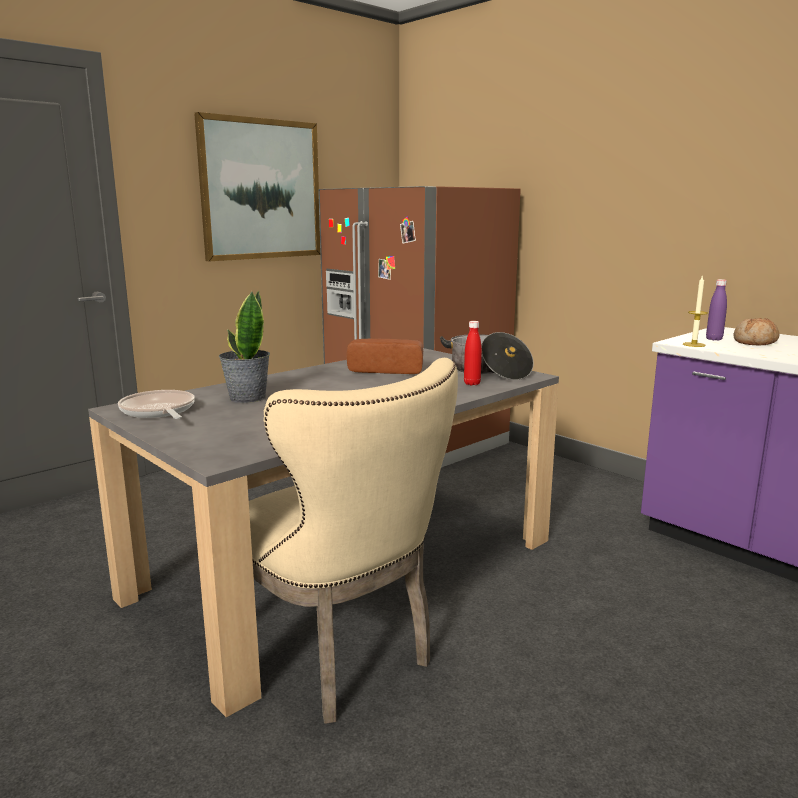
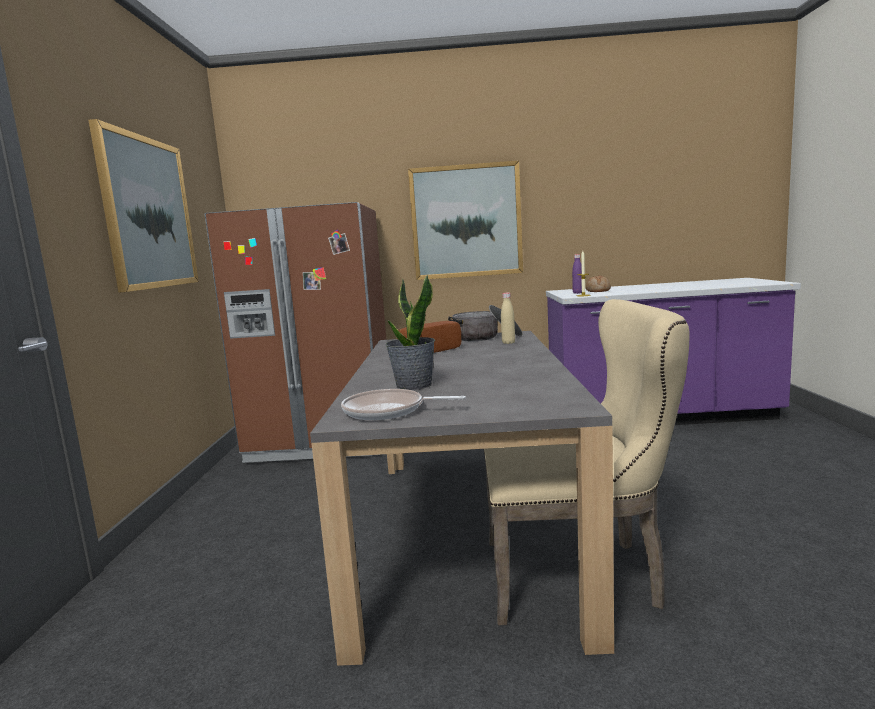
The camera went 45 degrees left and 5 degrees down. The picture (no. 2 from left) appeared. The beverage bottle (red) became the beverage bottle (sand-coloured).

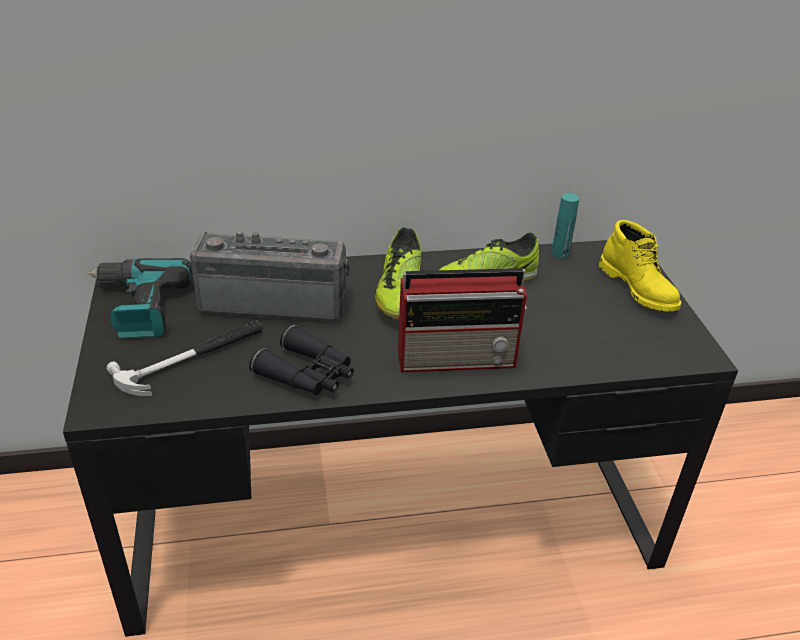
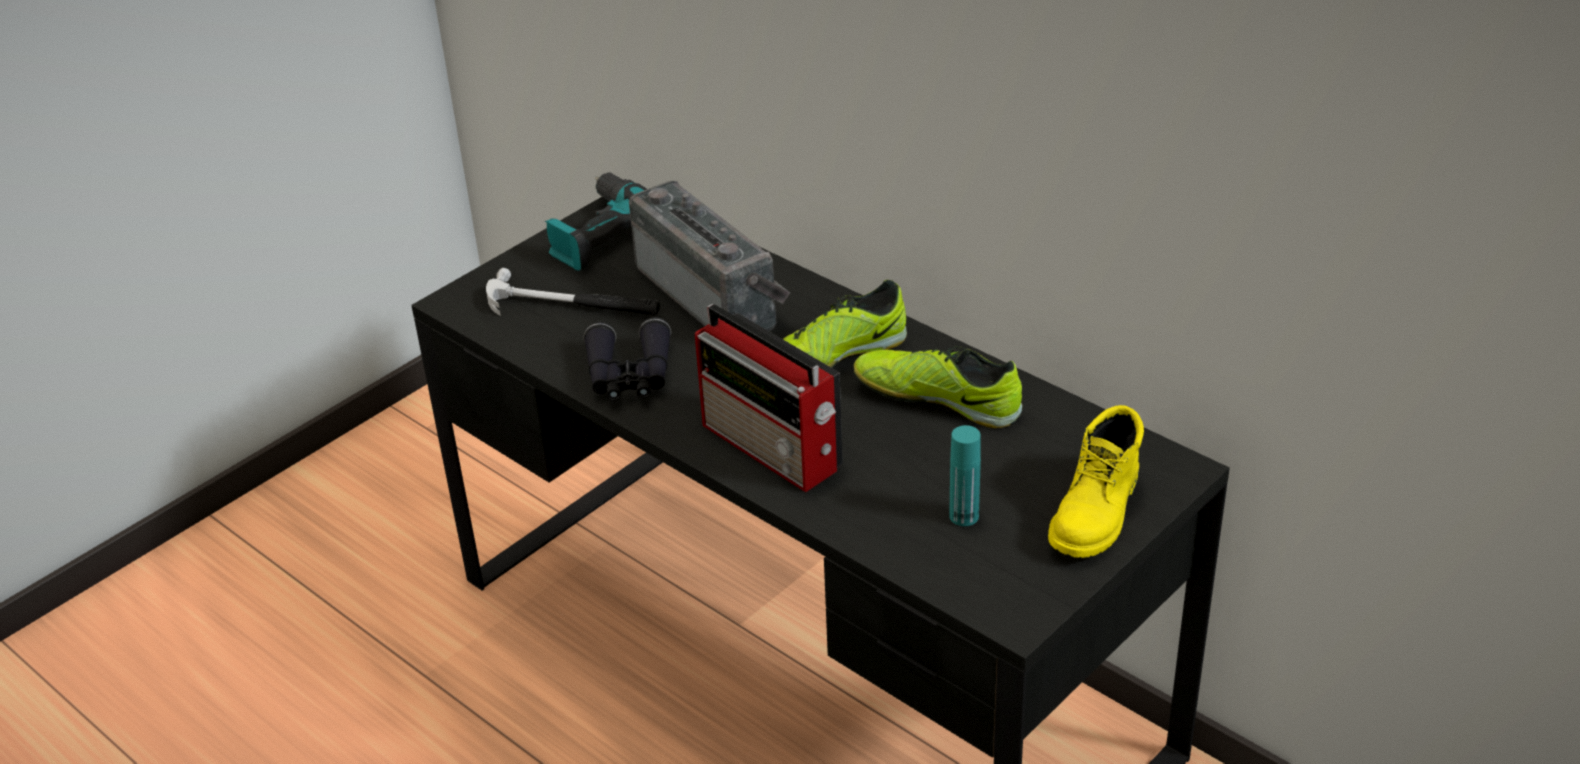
The camera went 55 degrees right and 0 degrees up. The beverage bottle (turquoise) moved.

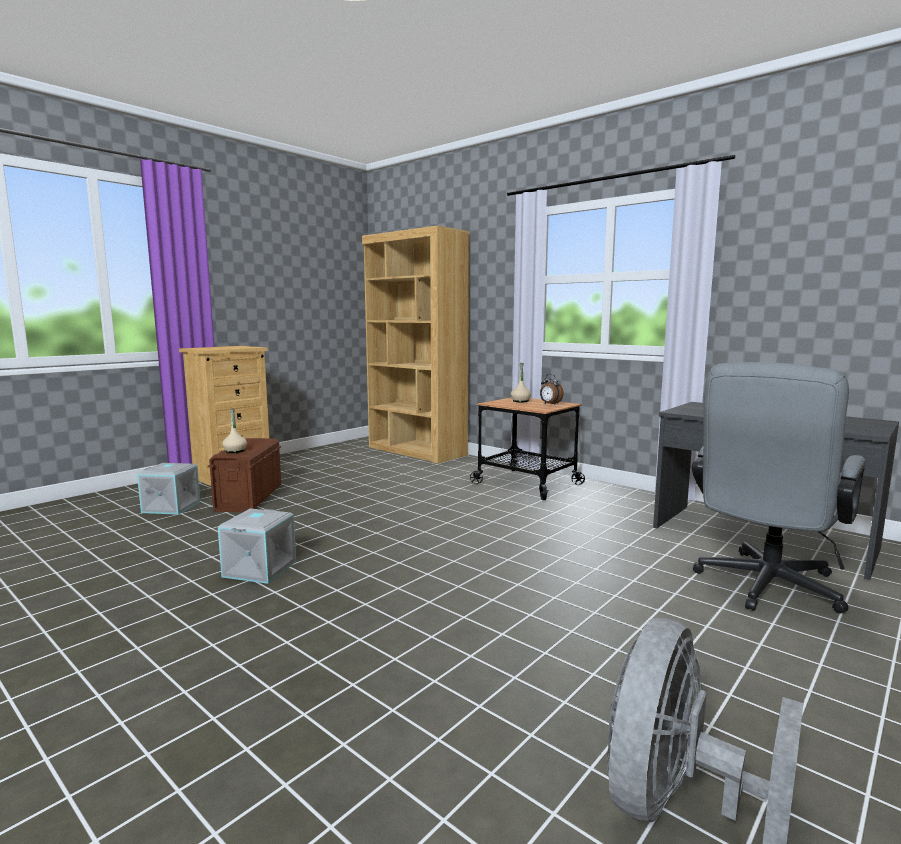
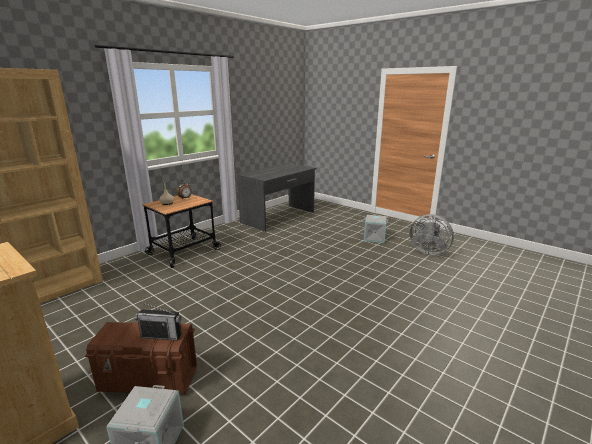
The camera went 90 degrees left and 10 degrees up. The computer chair (greyish) disappeared. The storage bin (greyish) (no. 2 from left) moved. The beverage bottle (sand-coloured) (no. 1 from left) was replaced by the radio.

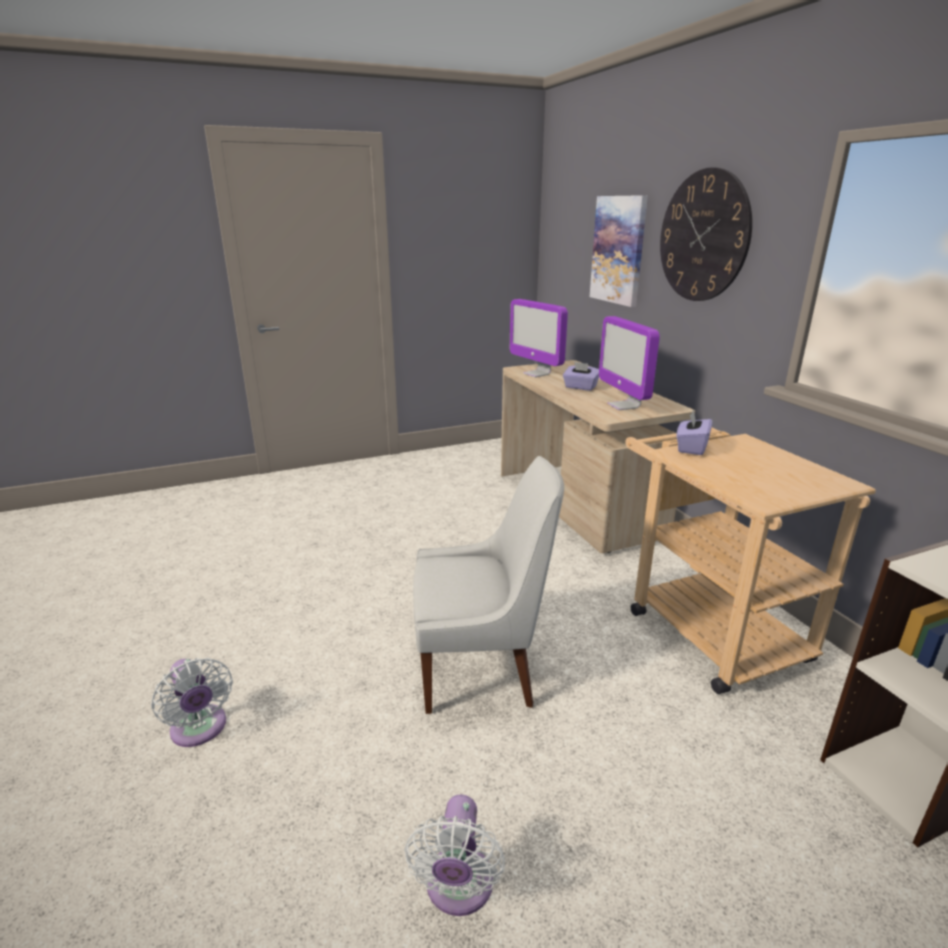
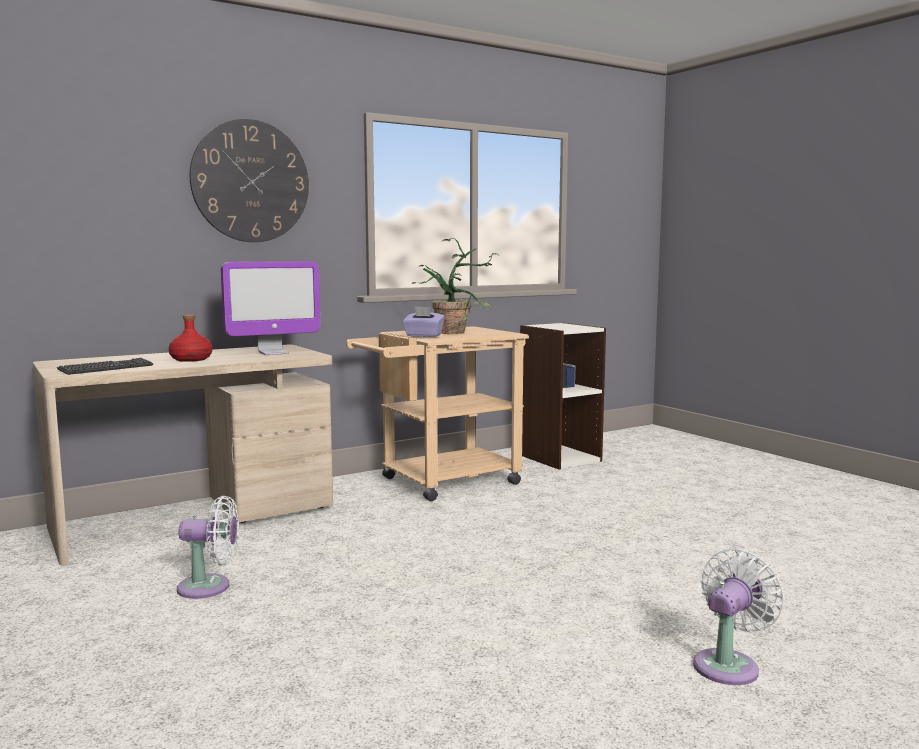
The camera went 100 degrees left and 15 degrees down. The upright chair (white-coloured) disappeared. The picture disappeared. The houseplant appeared. The fan (white-coloured) (no. 2 from left in the first image) moved. The computer display (no. 1 from left) was replaced by the keyboard. The box of tissues (purple) (no. 1 from left) was replaced by the beverage bottle (red).

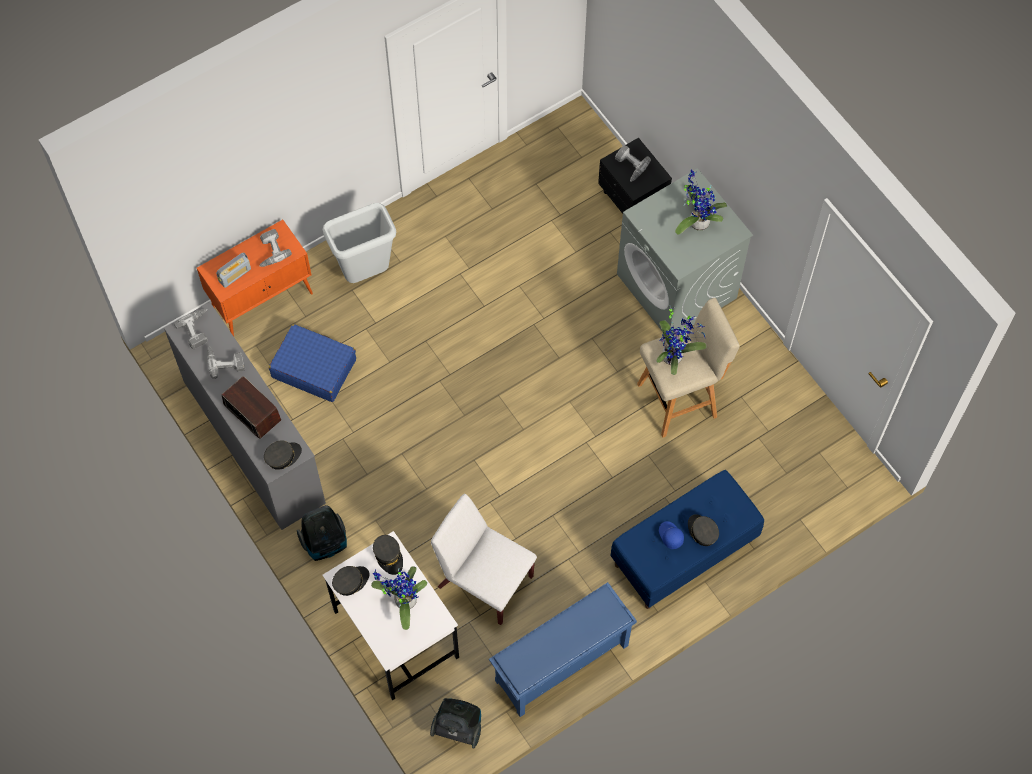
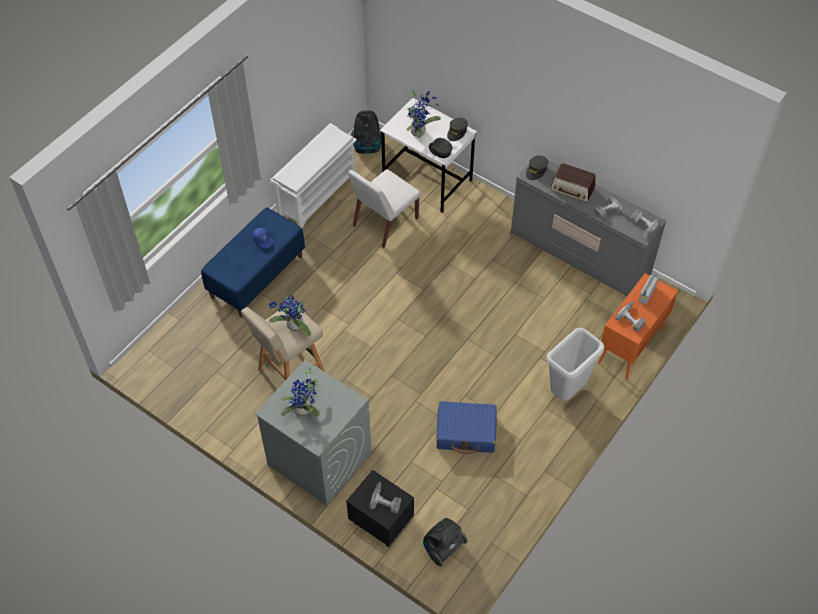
The camera went 160 degrees right and 10 degrees down. The baseball cap (greyish) (no. 4 from left) disappeared. The travel case (blue) moved. The vacuum cleaner (no. 1 from left in the first image) moved. The shoe shelf (blue) became the shoe shelf (white-coloured). The upright chair (white-coloured) turned 120 degrees clockwise.

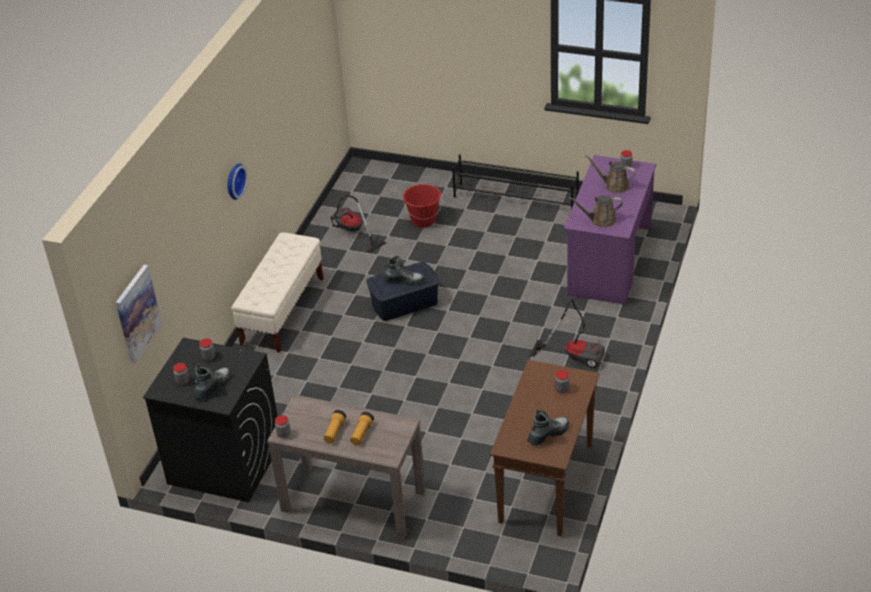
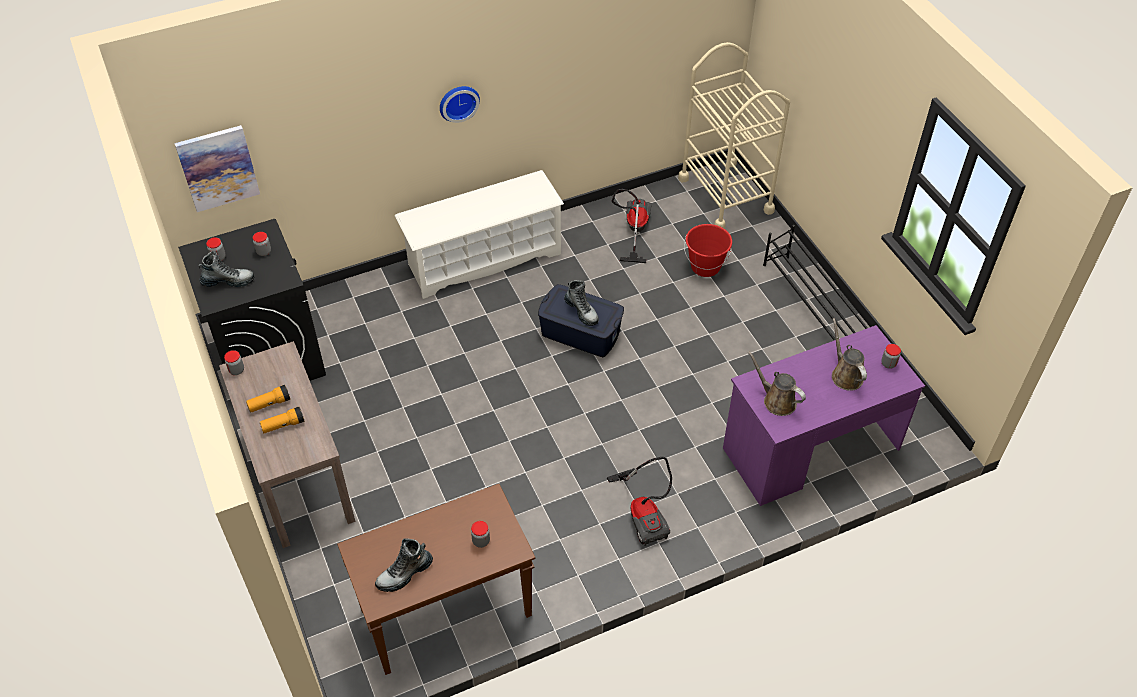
The camera went 45 degrees right and 10 degrees up. The wheeled cart (sand-coloured) appeared. The indoor bench (sand-coloured) was replaced by the shoe shelf (white-coloured). The boot (no. 3 from left in the first image) turned 135 degrees clockwise.

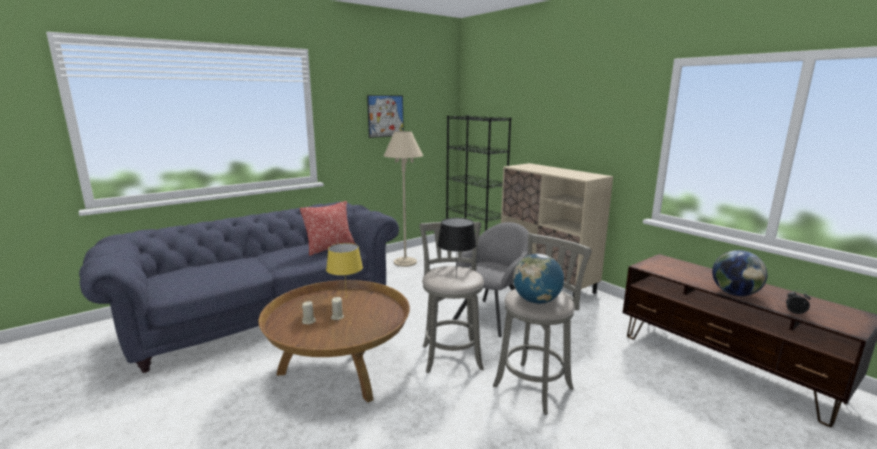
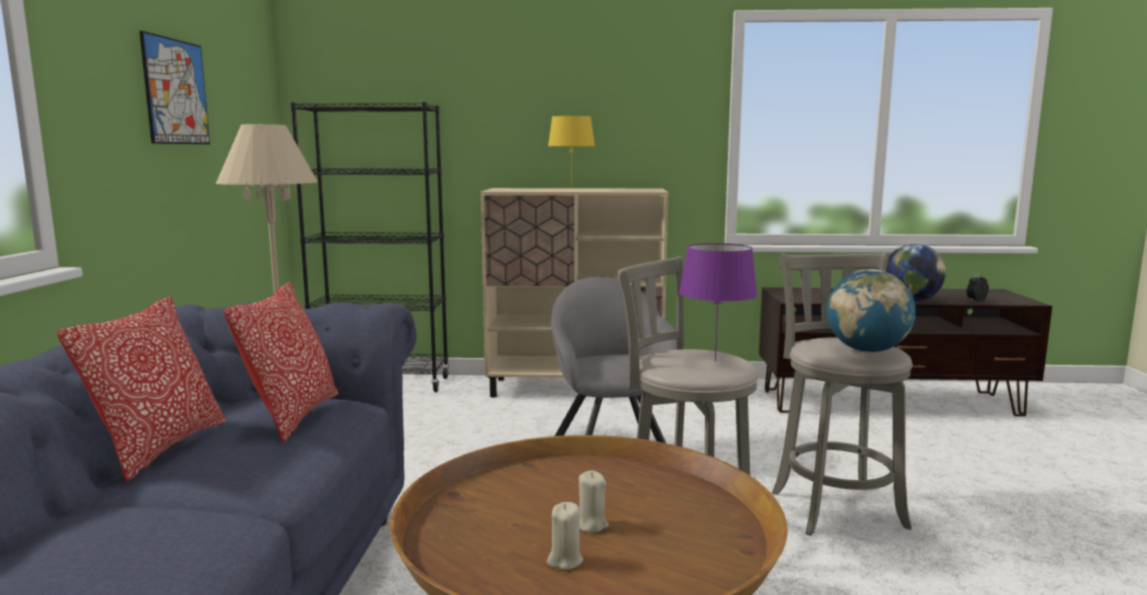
The camera went 50 degrees left and 5 degrees down. The throw pillow (no. 1 from left) appeared. The tabletop lamp (yellowish) moved. The tabletop lamp (black-coloured) became the tabletop lamp (purple).

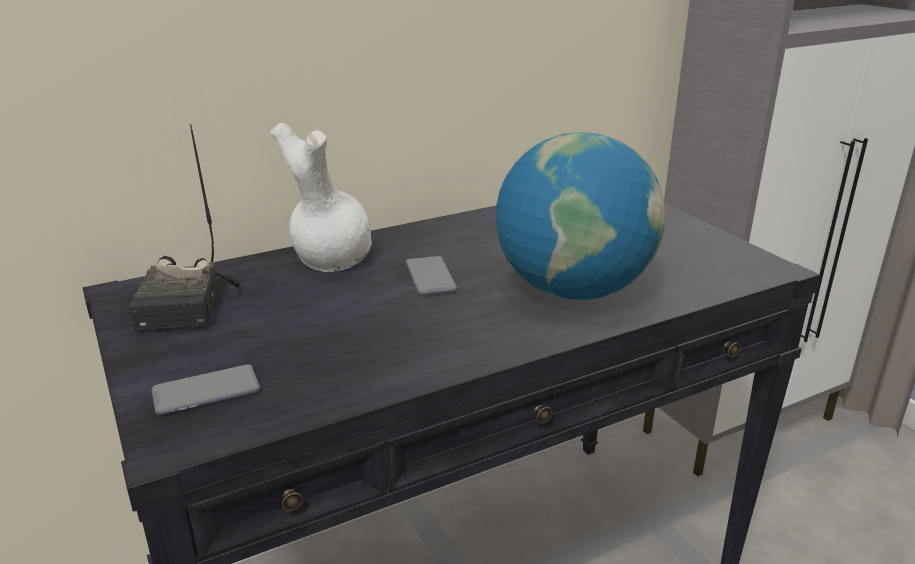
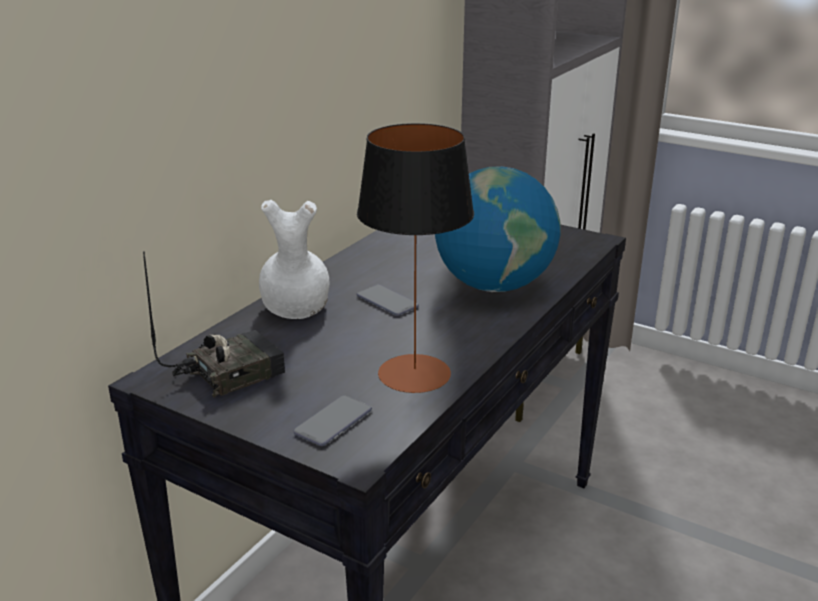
The camera went 30 degrees left and 0 degrees up. The tabletop lamp appeared. The radio turned 90 degrees counterclockwise.

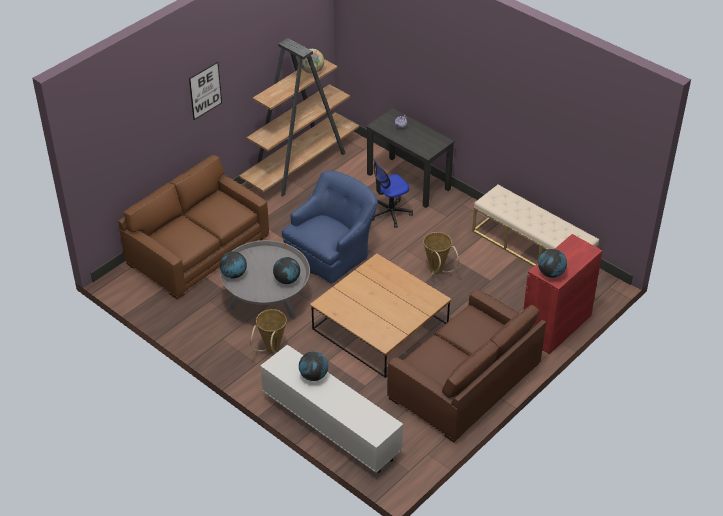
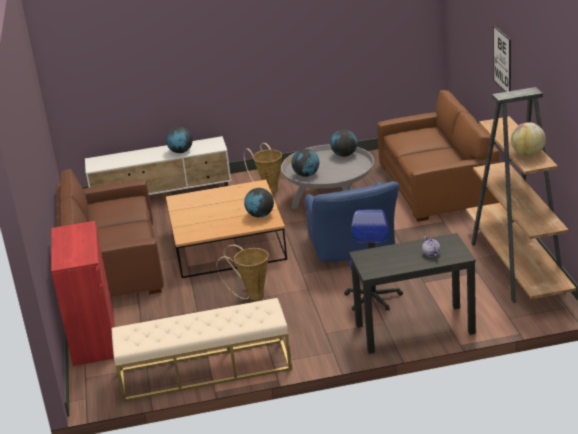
The camera went 130 degrees right and 15 degrees down. The world globe (no. 5 from left in the first image) moved.

